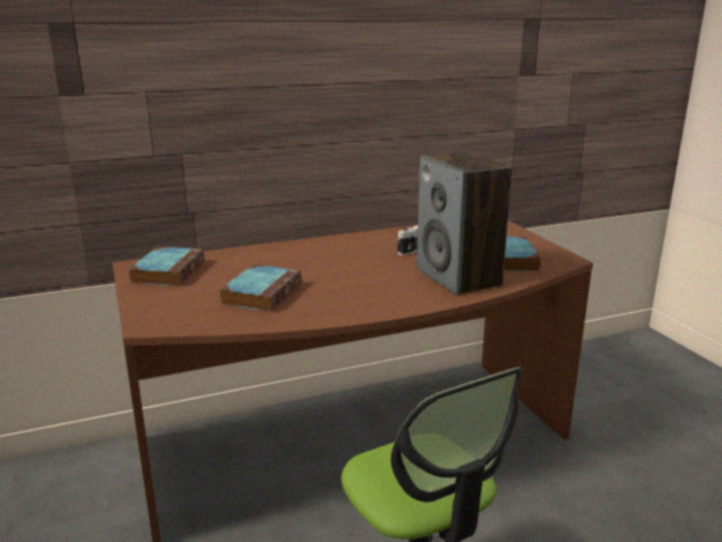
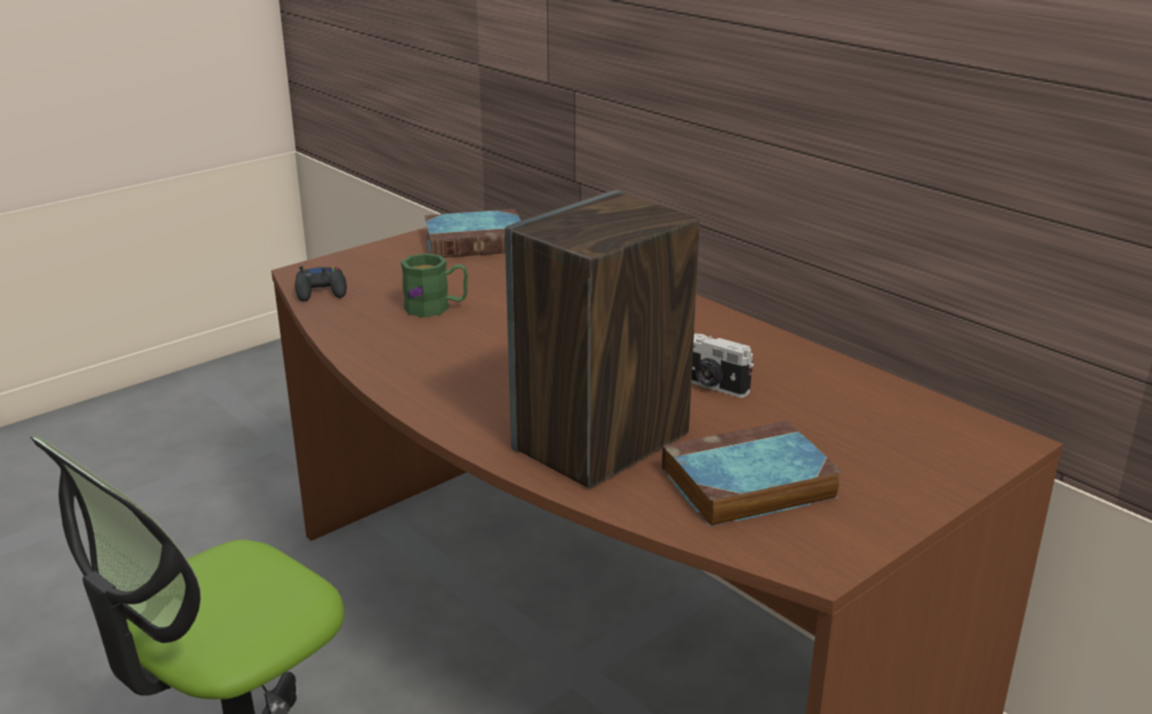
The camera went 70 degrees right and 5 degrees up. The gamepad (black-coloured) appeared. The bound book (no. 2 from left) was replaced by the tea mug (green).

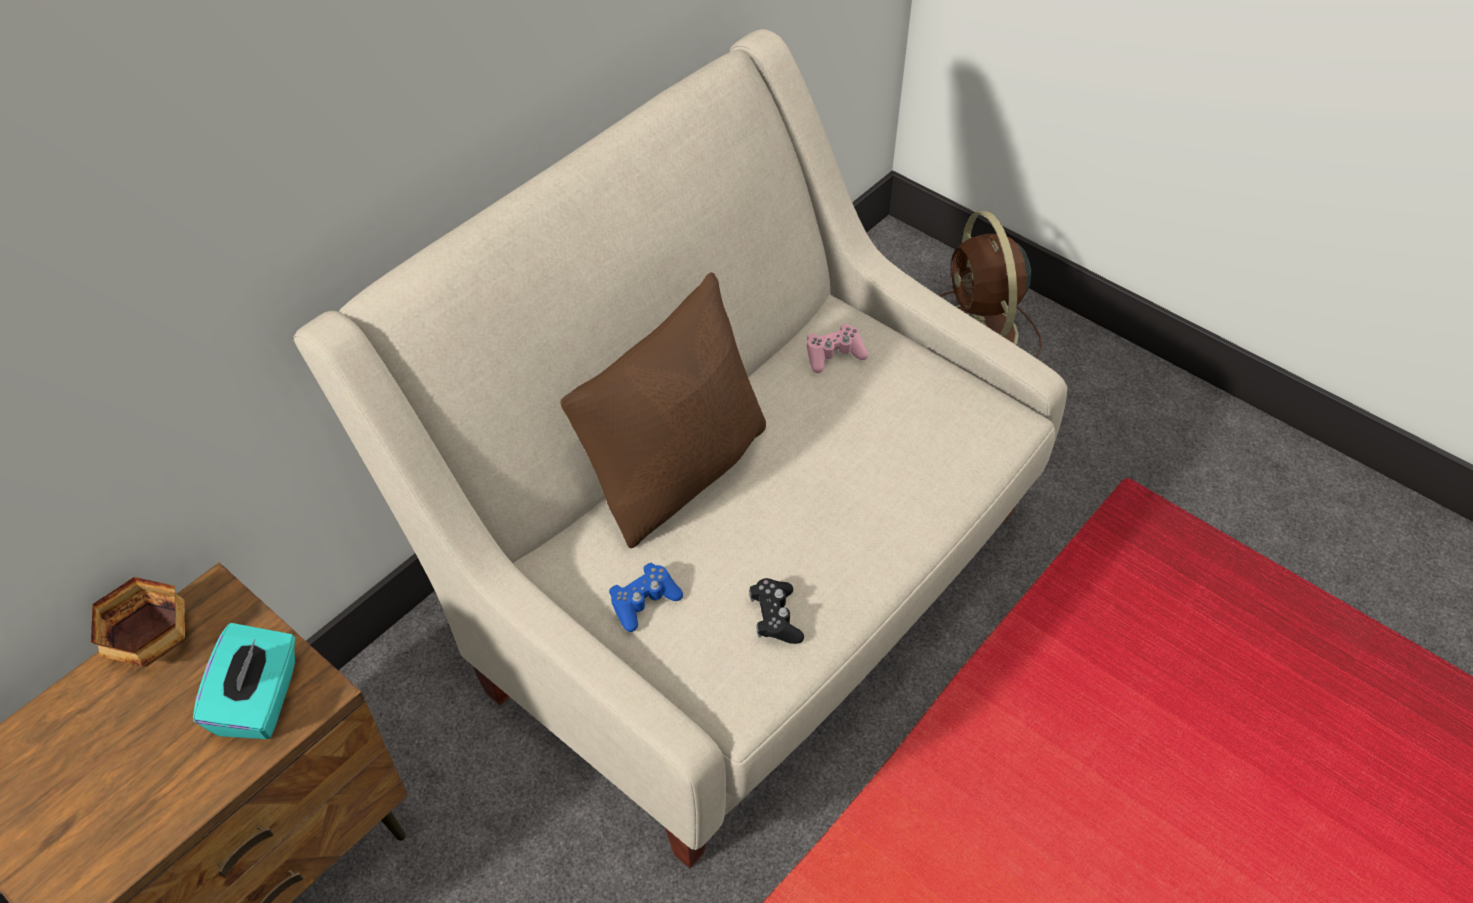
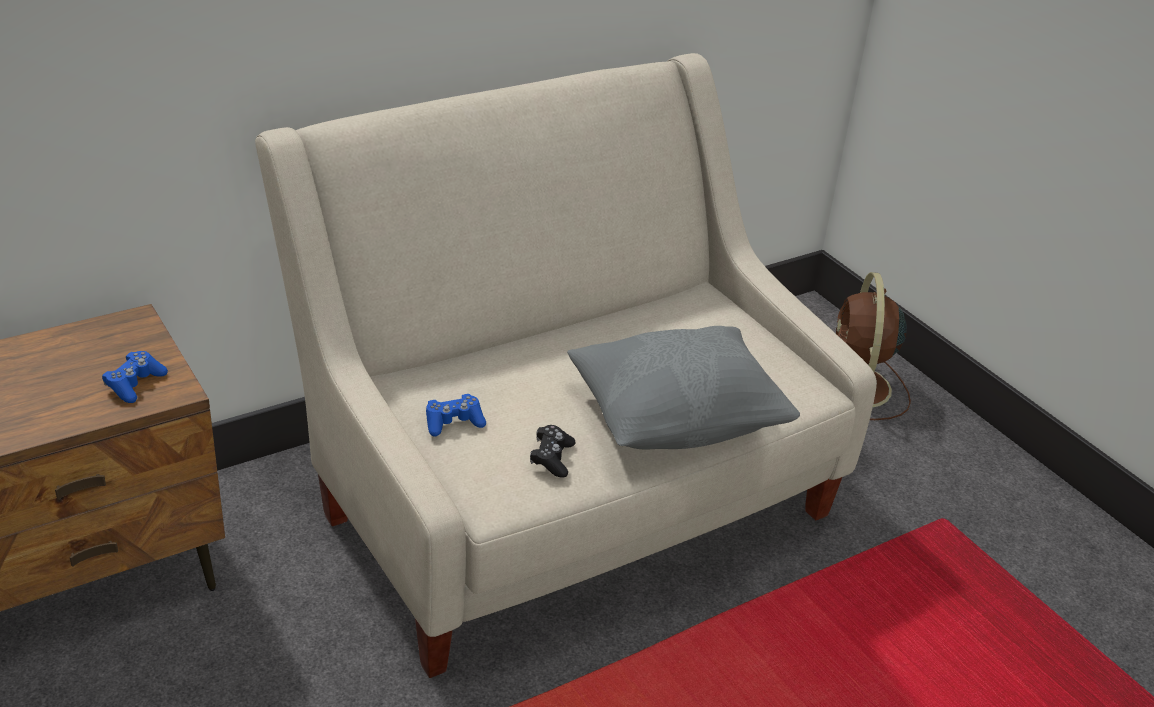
The camera went 15 degrees right and 15 degrees down. The deep dish disappeared. The throw pillow (brownish) disappeared. The gamepad (pinkish) disappeared. The throw pillow (greyish) appeared. The box of tissues (turquoise) was replaced by the gamepad (blue) (no. 1 from left).

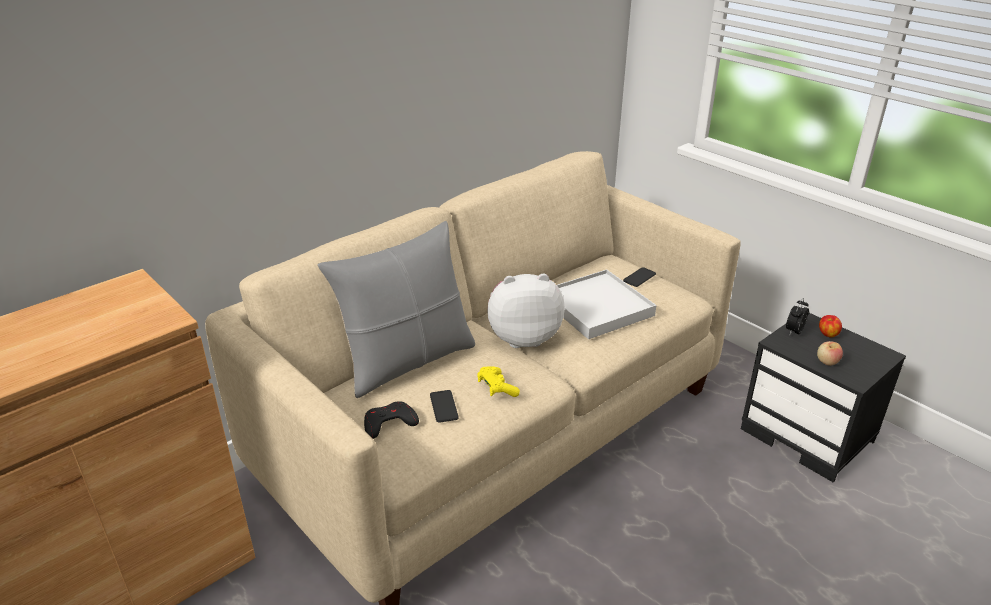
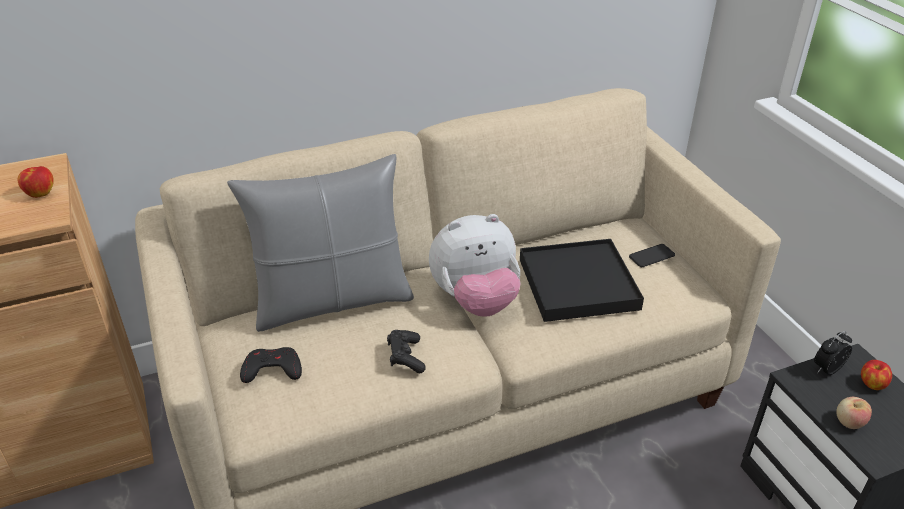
The camera went 20 degrees right and 5 degrees up. The phone (no. 1 from left) disappeared. The apple fruit (no. 1 from left) appeared. The gamepad (yellowish) became the gamepad (black-coloured) (no. 2 from left). The tray (white-coloured) became the tray (black-coloured). The plush toy turned 150 degrees clockwise.

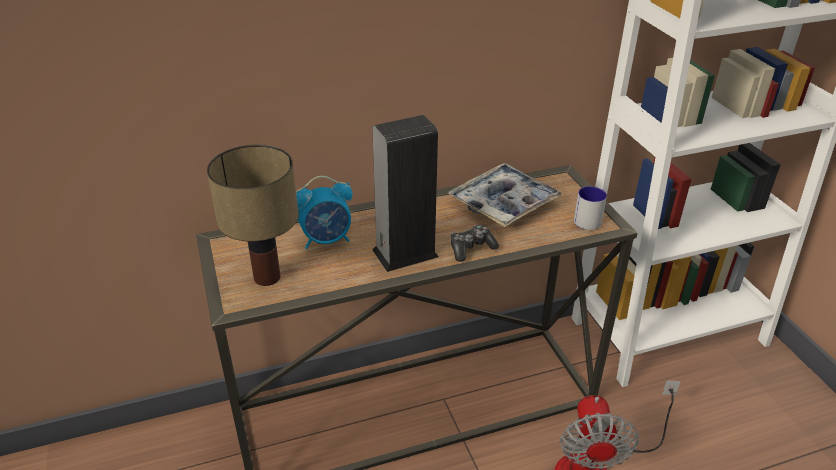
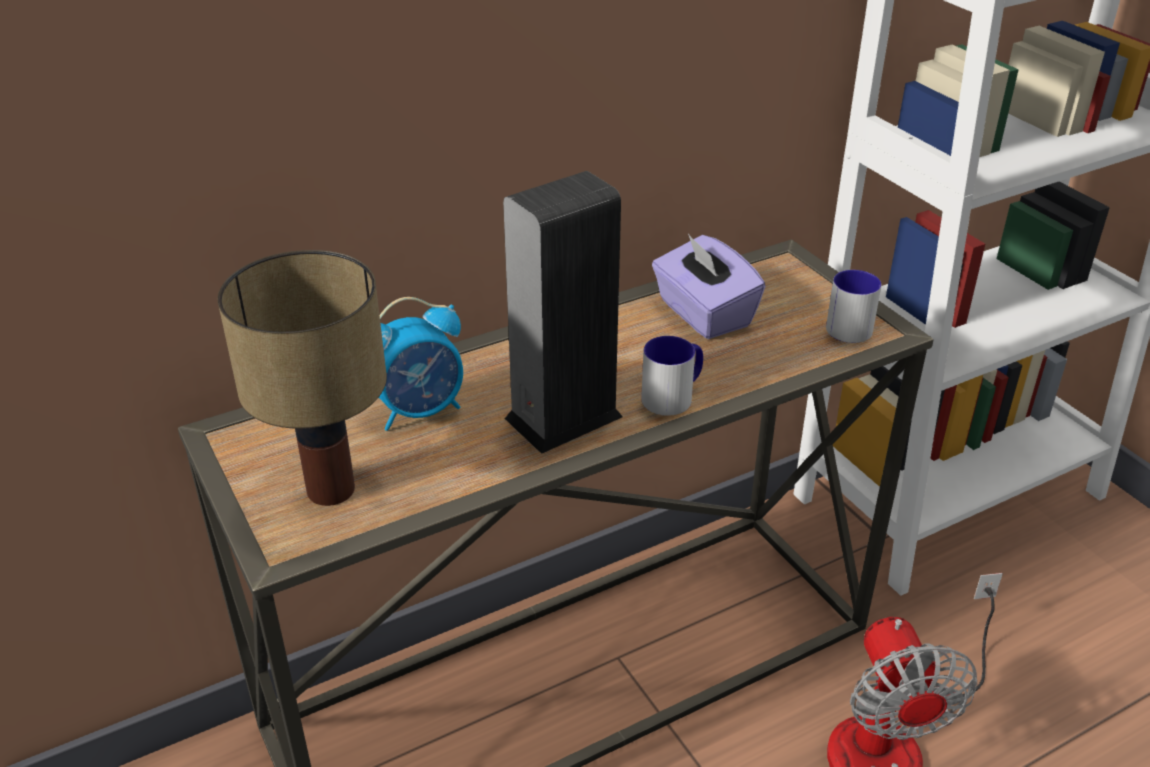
The camera went 10 degrees left and 0 degrees up. The tray was replaced by the box of tissues (purple). The gamepad was replaced by the tea mug (no. 1 from left).

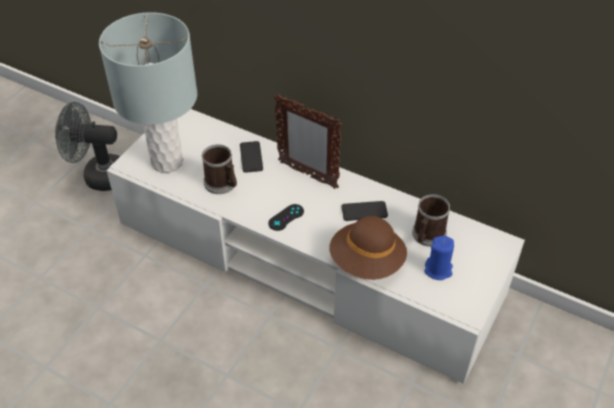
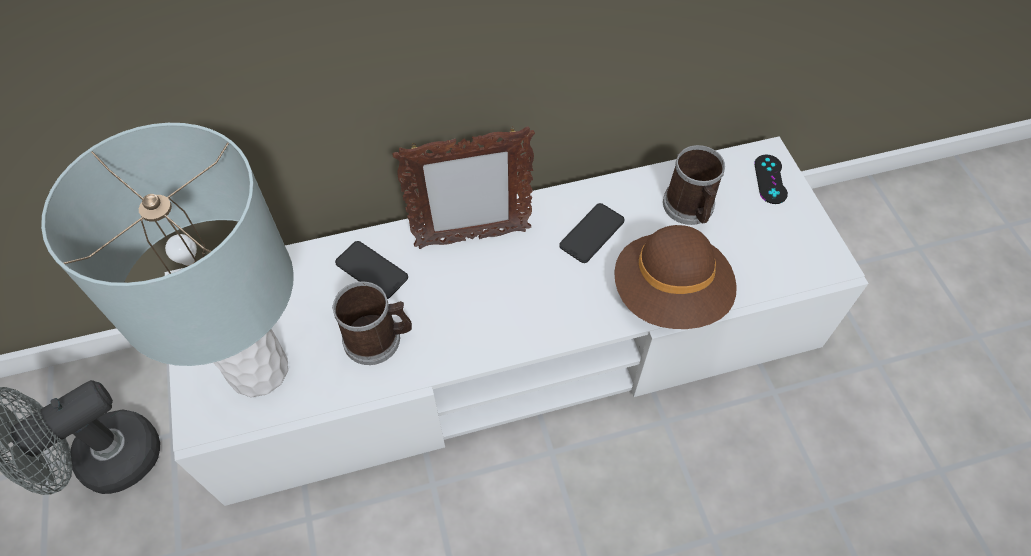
The camera went 45 degrees left and 10 degrees up. The candle (blue) disappeared. The gamepad (black-coloured) moved.

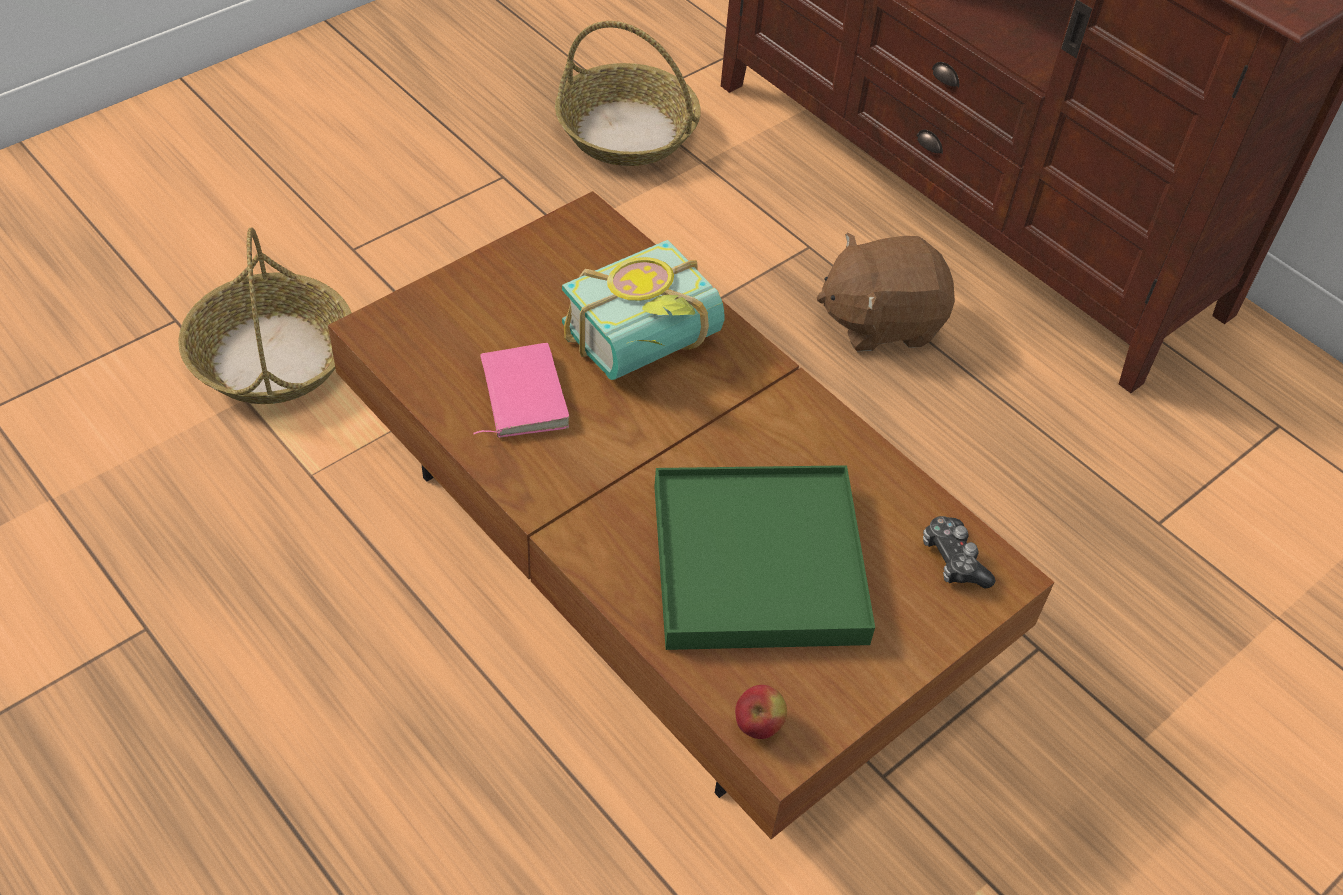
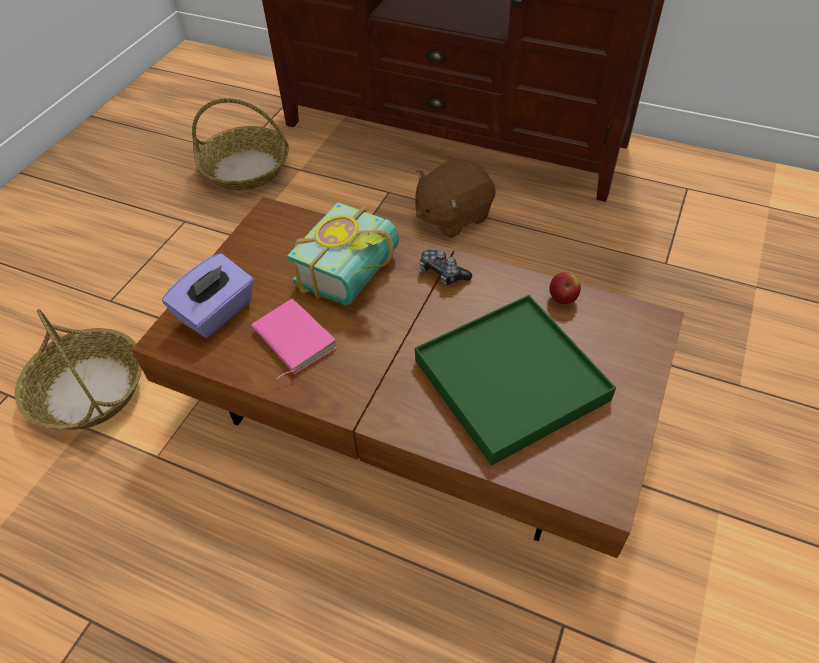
The camera went 20 degrees left and 0 degrees up. The box of tissues (purple) appeared. The apple fruit moved. The gamepad moved.

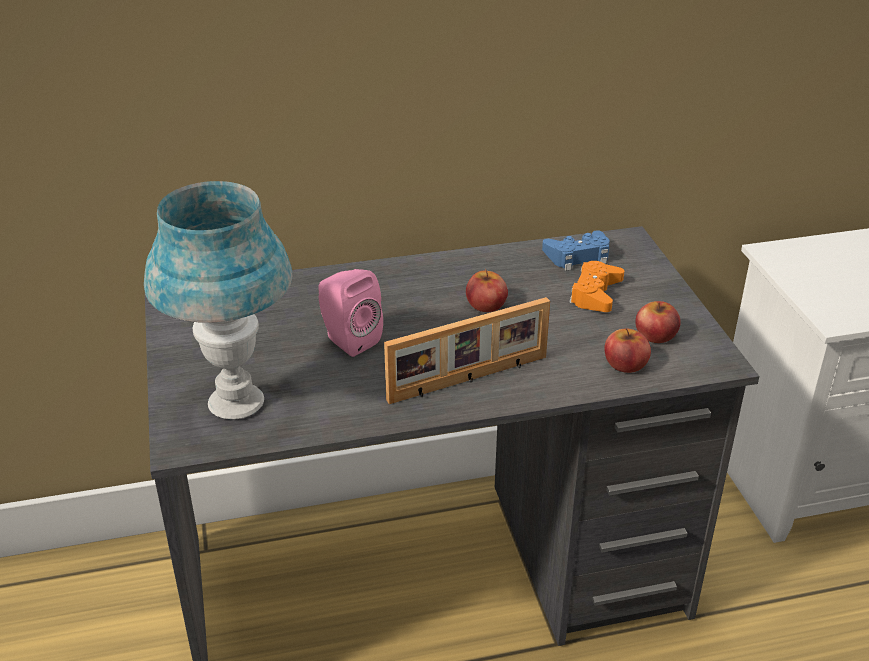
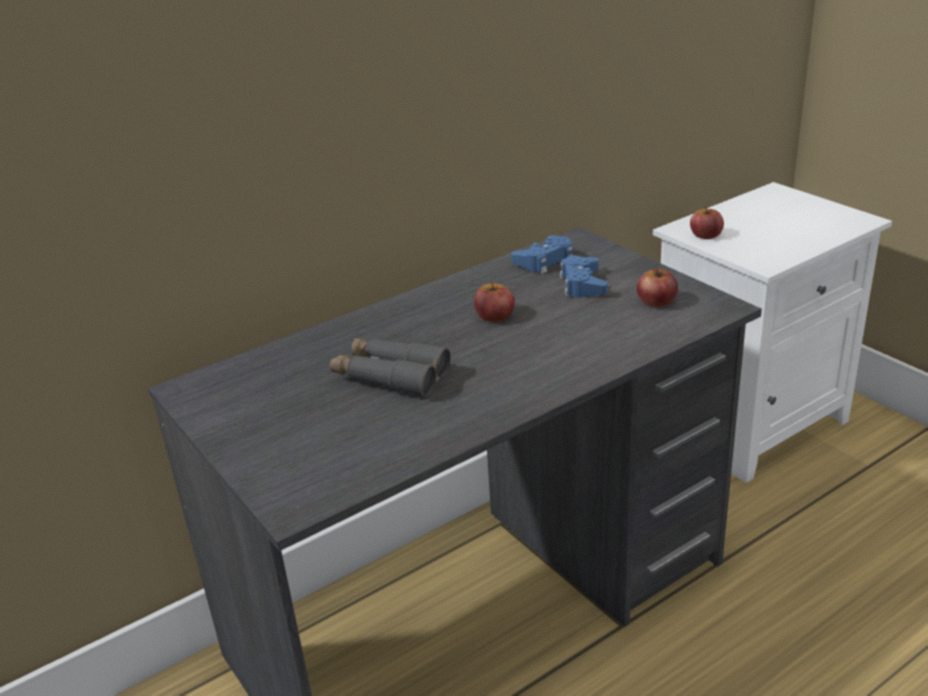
The camera went 20 degrees left and 5 degrees down. The tabletop lamp (blue) disappeared. The standing frame disappeared. The apple fruit (no. 2 from left in the first image) moved. The speaker (pinkish) was replaced by the field glasses (greyish). The gamepad (orange) became the gamepad (blue) (no. 2 from left).

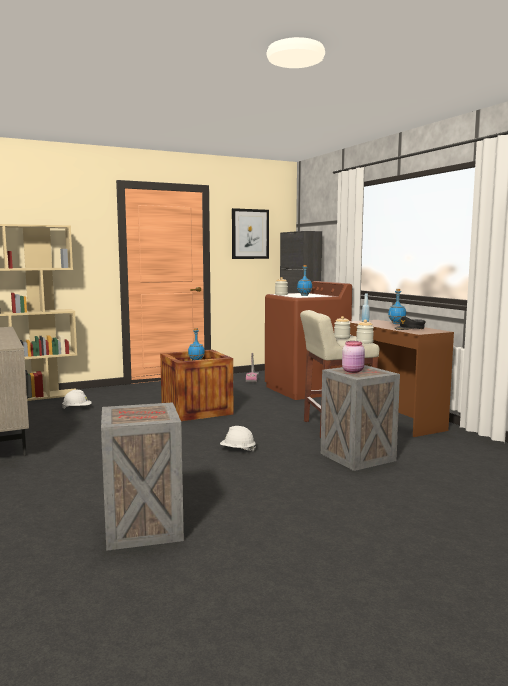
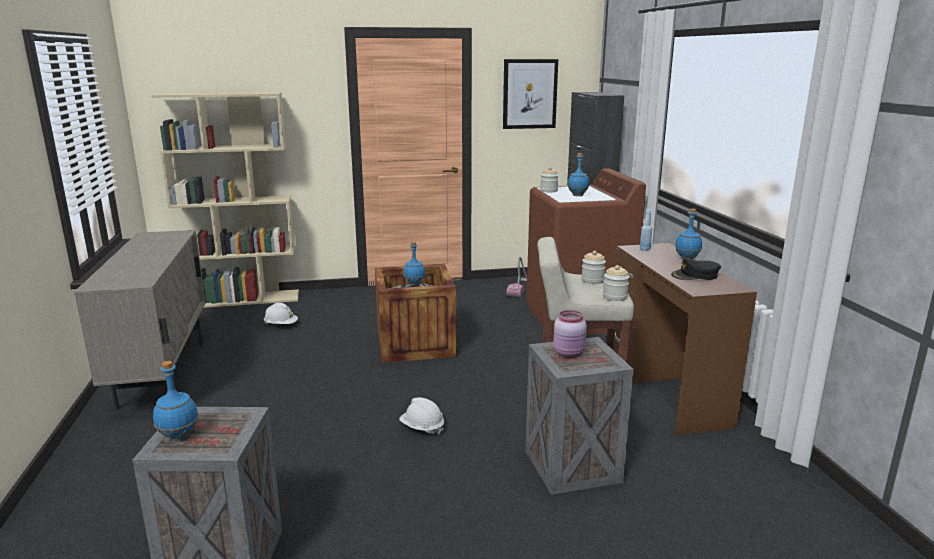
The camera went 15 degrees right and 10 degrees up. The beverage bottle (blue) (no. 1 from left) appeared.

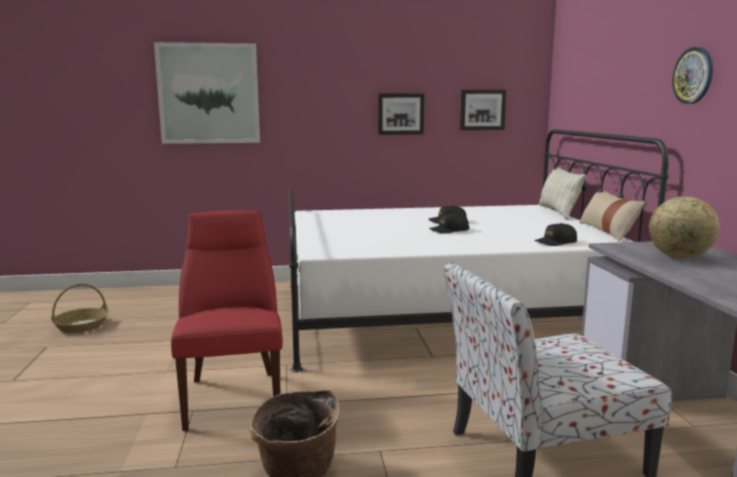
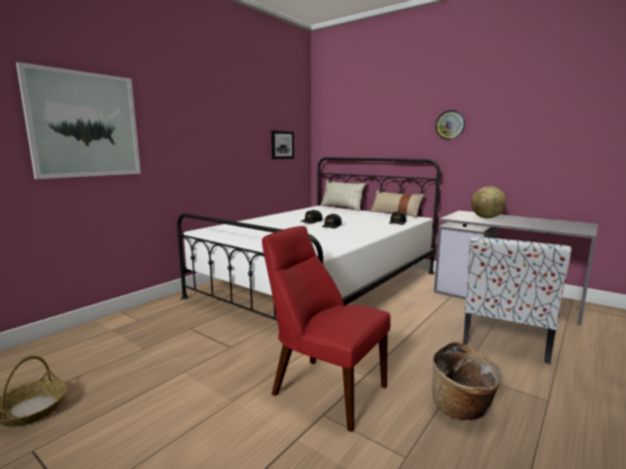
The camera went 45 degrees left and 0 degrees up. The picture (no. 2 from left) disappeared.

